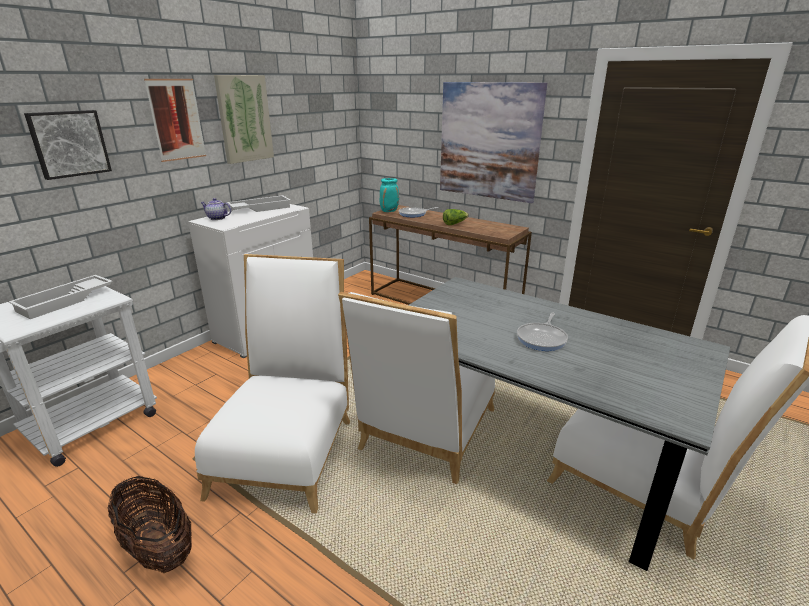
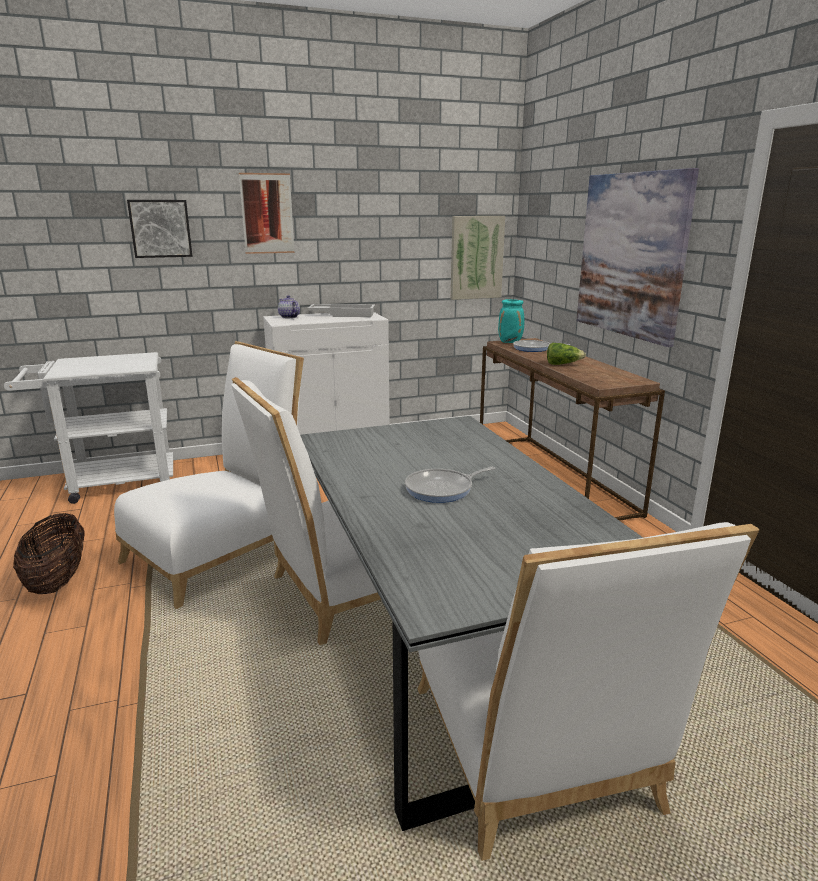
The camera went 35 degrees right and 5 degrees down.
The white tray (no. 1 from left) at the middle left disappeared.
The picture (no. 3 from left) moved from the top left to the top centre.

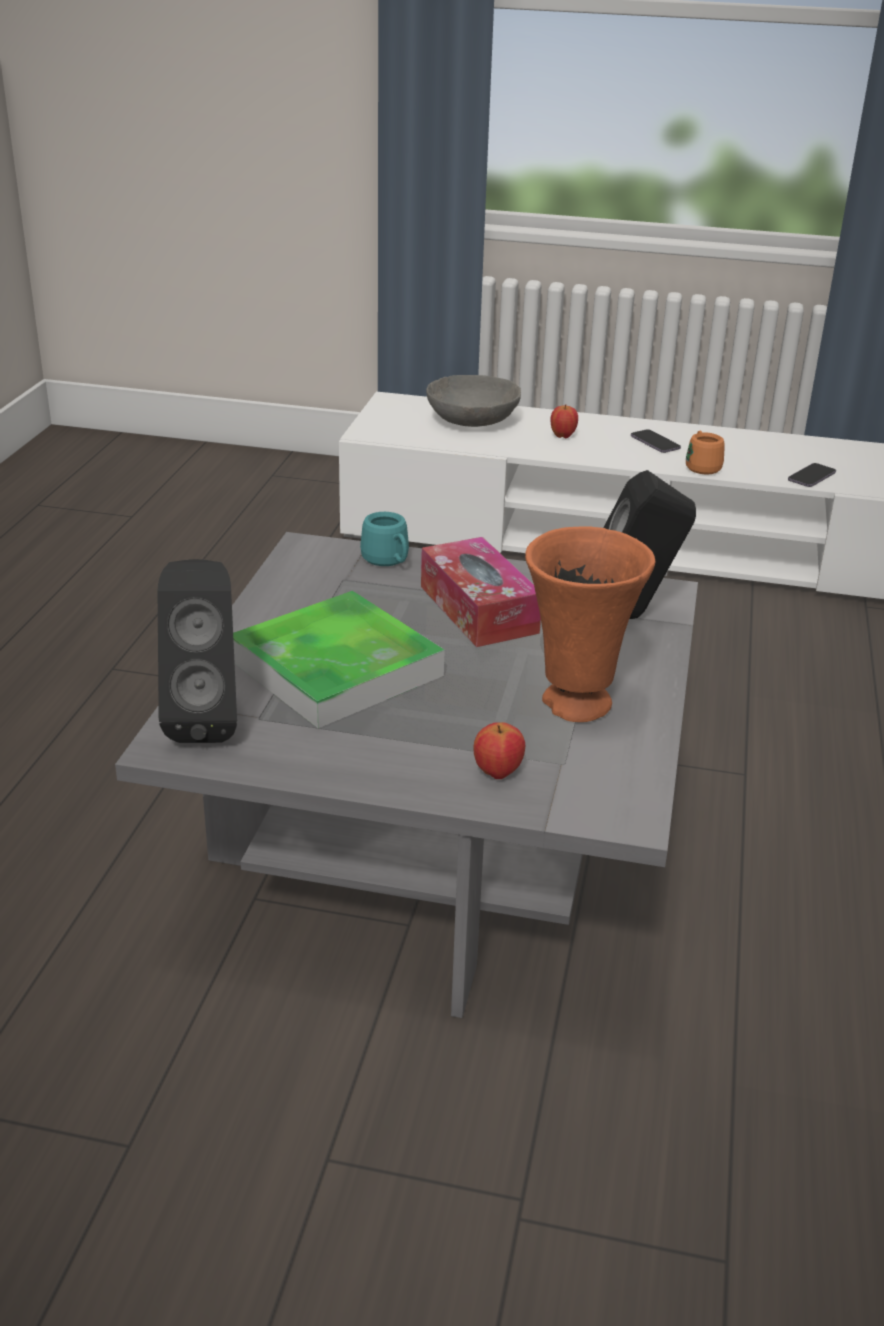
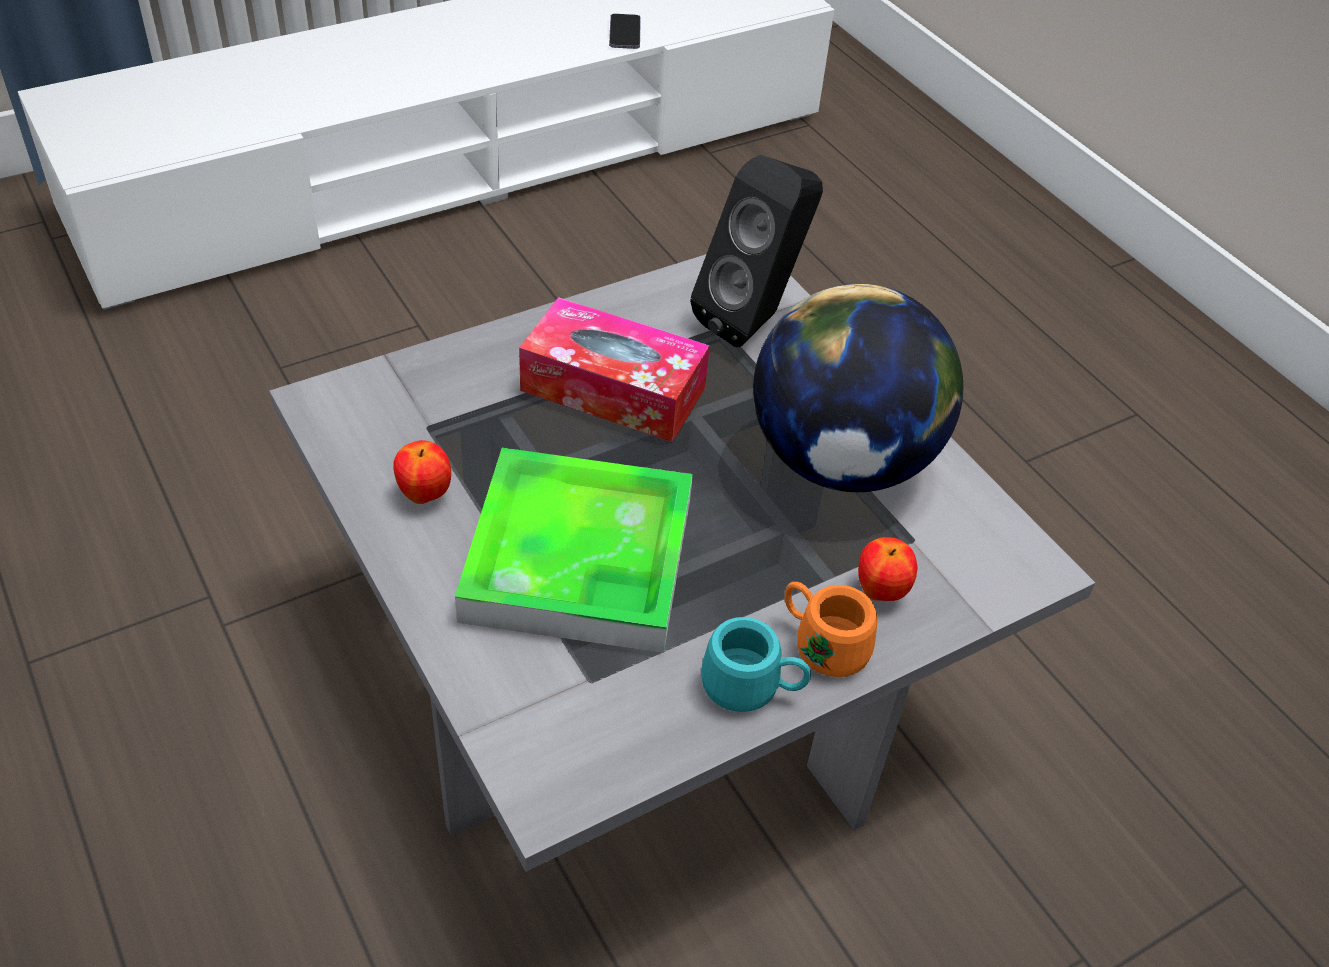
The camera went 45 degrees left and 15 degrees up.
The black speaker (no. 1 from left) at the middle left disappeared.
The grey bowl at the top centre disappeared.
The phone (no. 1 from left) at the top right disappeared.
The turquoise mug moved from the centre to the bottom centre.
The apple (no. 2 from left in the first image) moved from the top centre to the middle left.
The orange mug moved from the middle right to the centre.
The orange vase at the middle right was replaced by the globe at the centre.

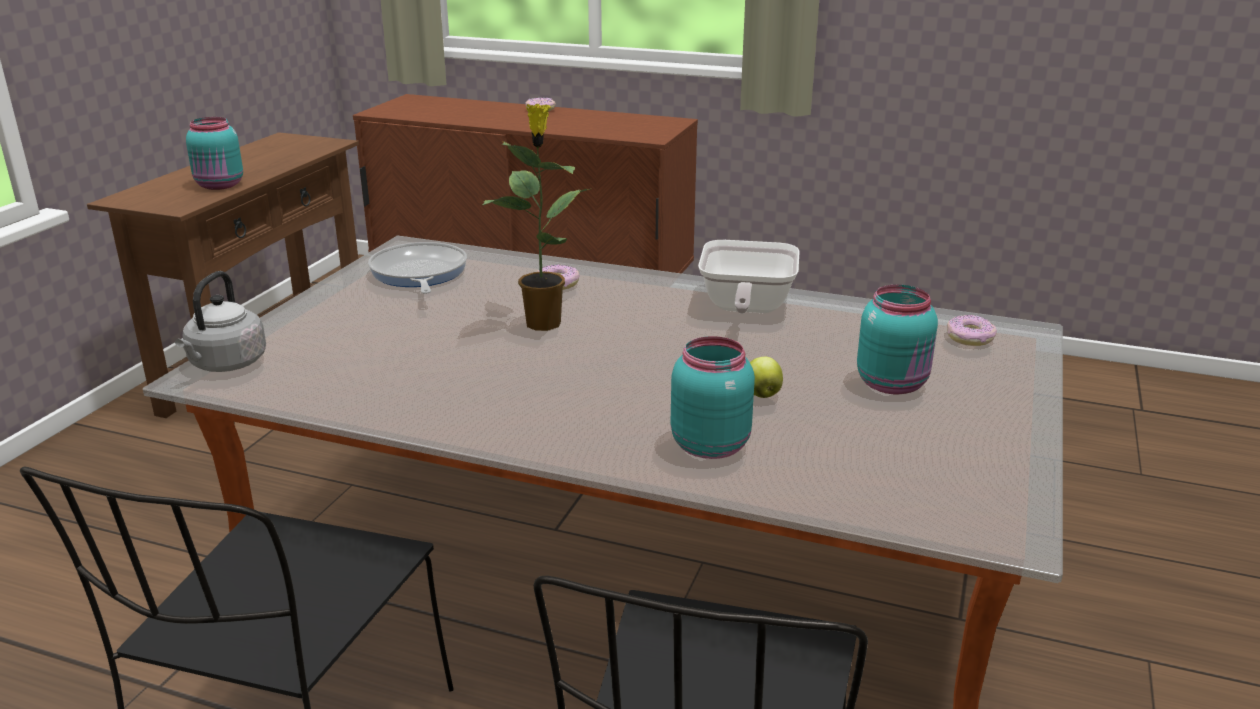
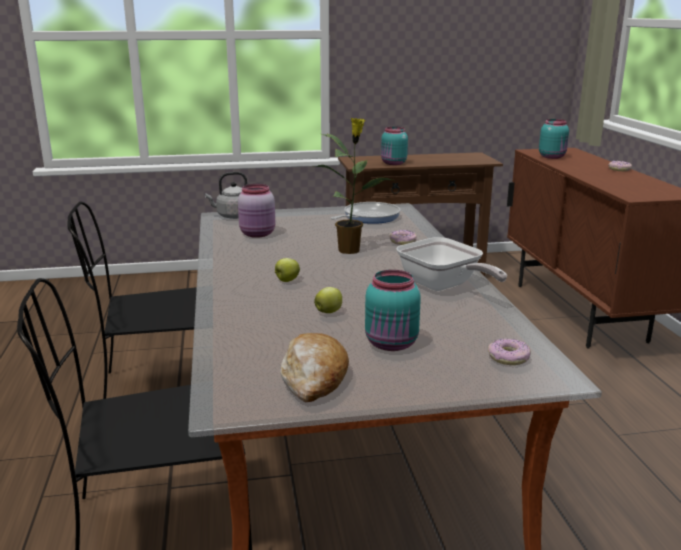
The camera went 60 degrees right and 5 degrees down.
The pink jar at the centre appeared.
The apple (no. 1 from left) at the centre appeared.
The bread at the bottom centre appeared.
The turquoise jar (no. 2 from left in the first image) moved from the centre to the top right.
The frying pan (no. 2 from left) at the centre turned 105 degrees counterclockwise.

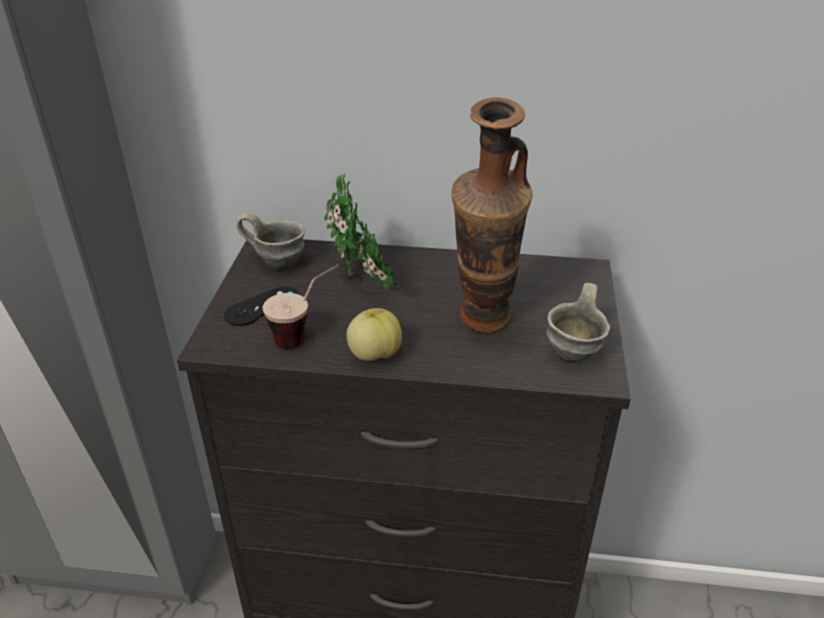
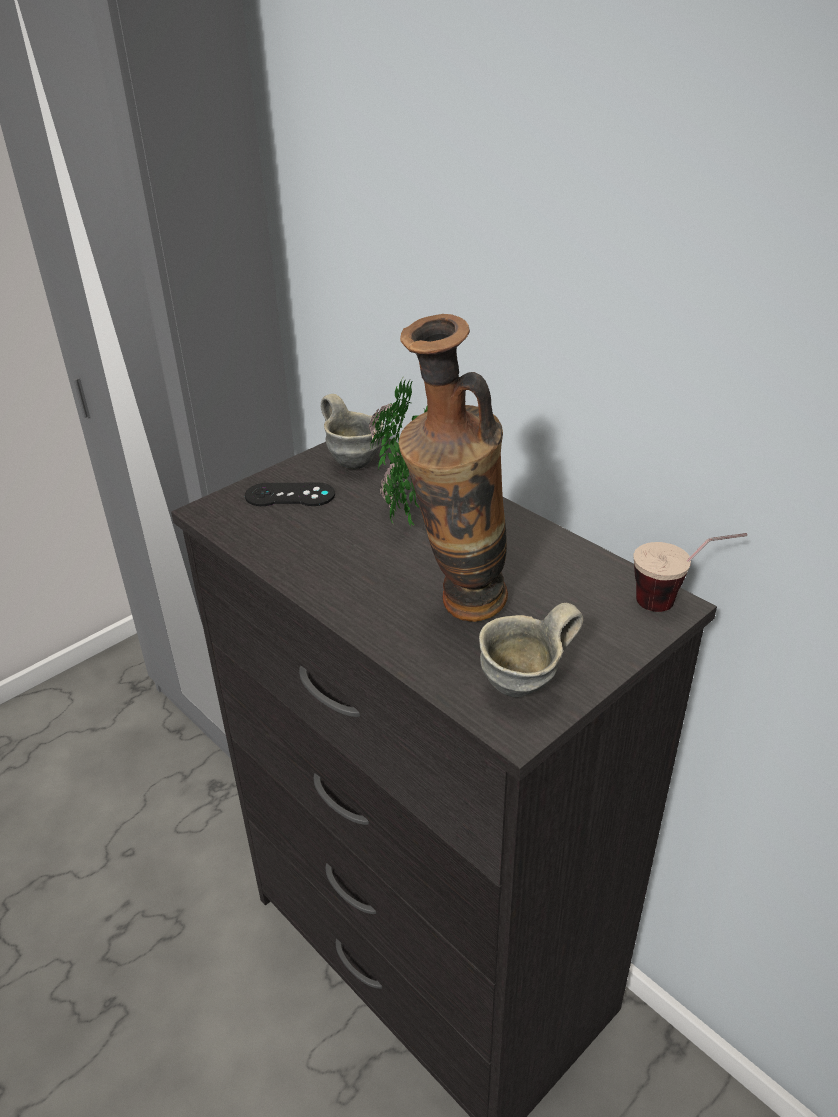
The camera went 40 degrees right and 0 degrees up.
The apple at the centre disappeared.
The cup moved from the centre to the middle right.

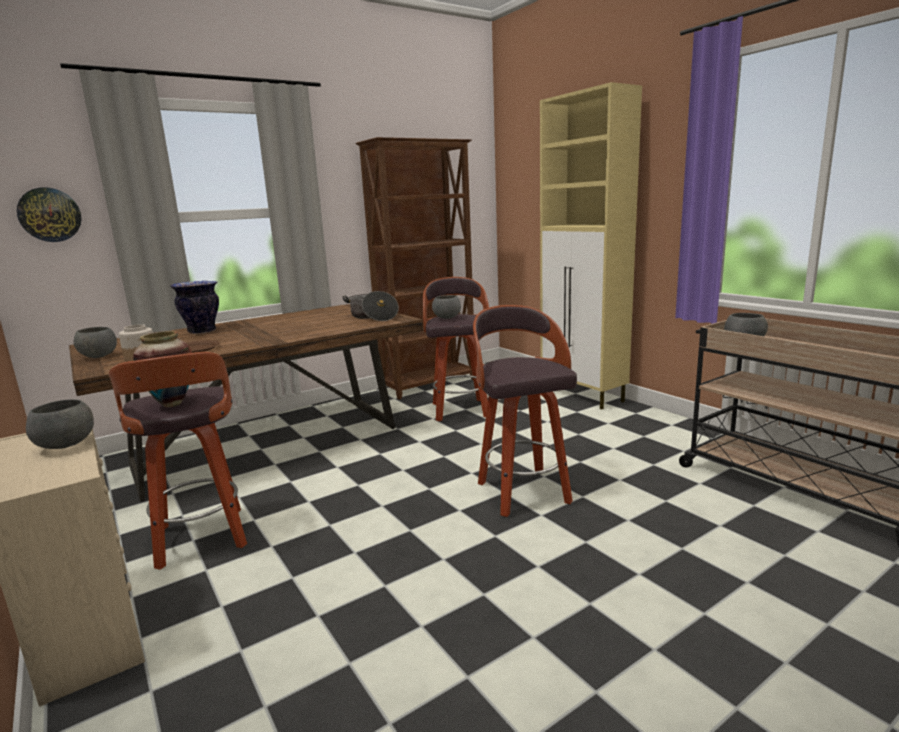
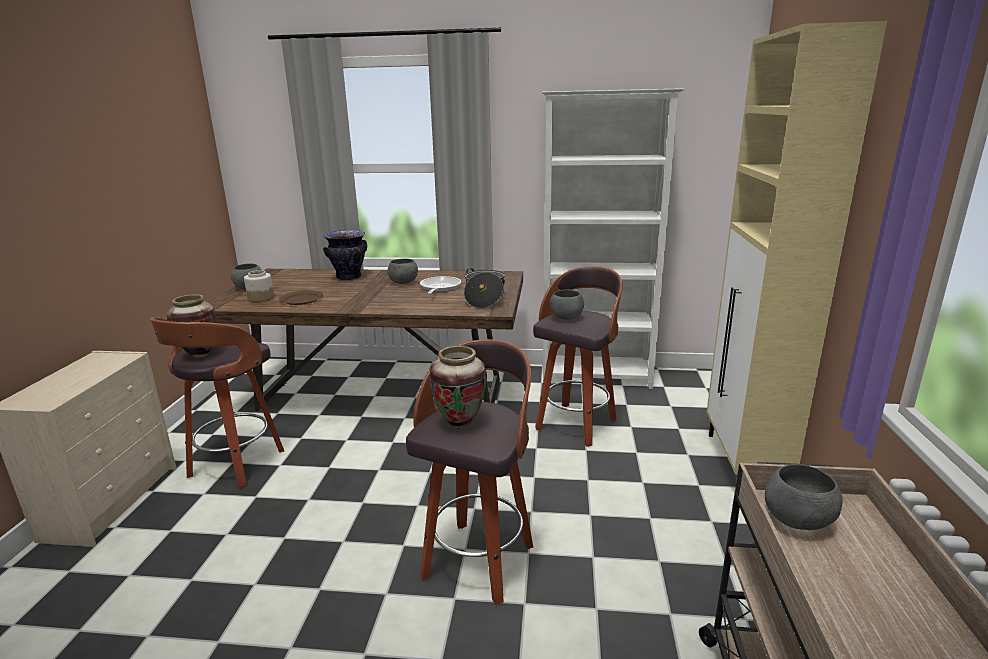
The camera went 40 degrees right and 5 degrees up.
The wall clock at the top left disappeared.
The frying pan at the centre appeared.
The vase (no. 3 from left) at the centre appeared.
The grey bowl (no. 1 from left in the first image) moved from the middle left to the centre.
The brown bookcase at the centre became the white bookcase at the centre.

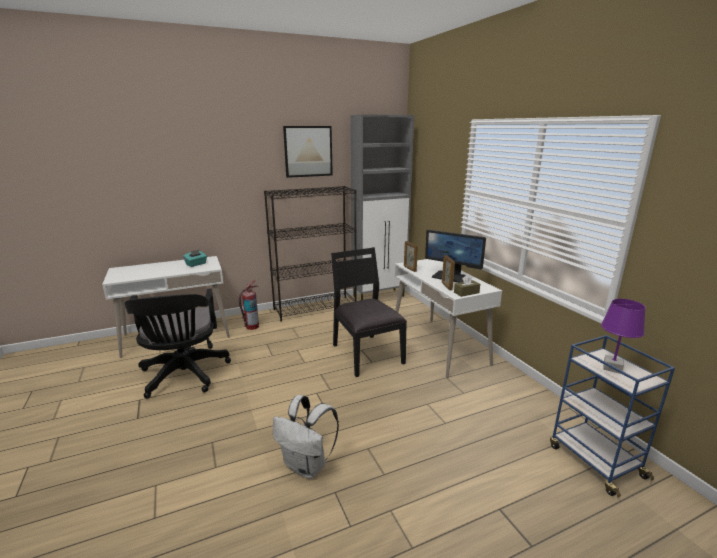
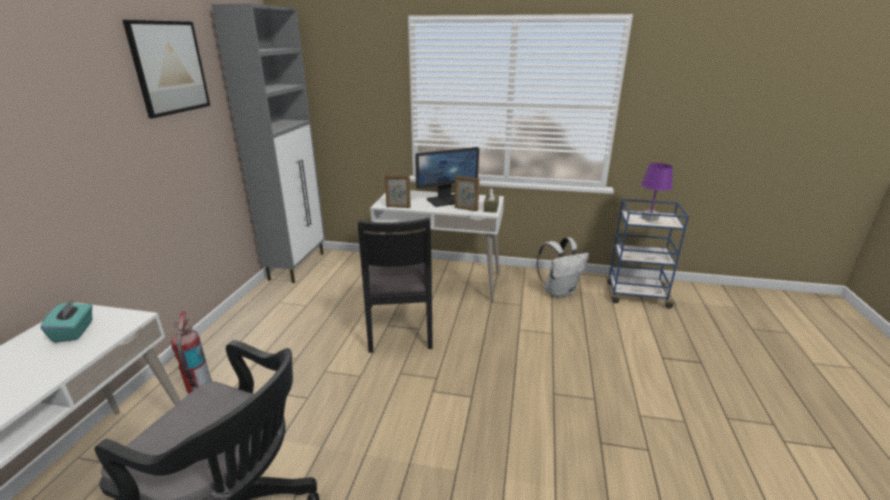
The camera went 55 degrees left and 5 degrees up.
The black bookcase at the centre disappeared.
The white backpack moved from the bottom centre to the centre.
The black chair at the centre turned 105 degrees counterclockwise.

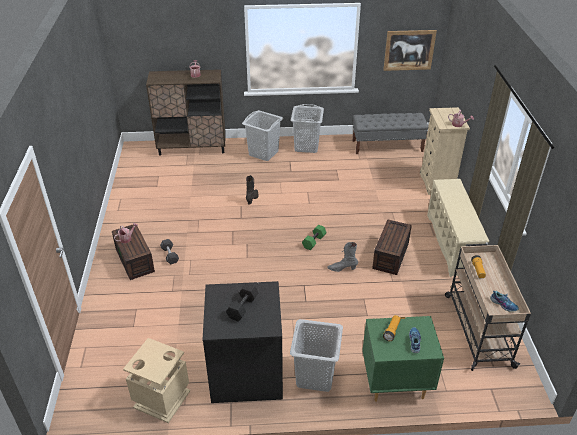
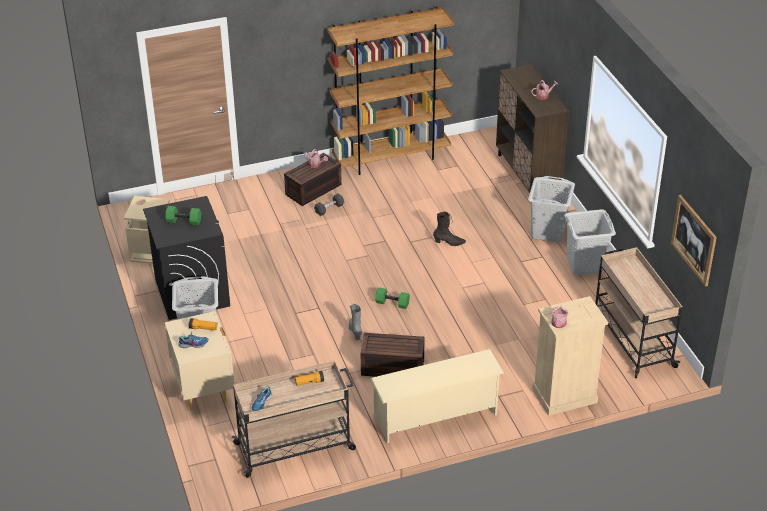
The camera went 75 degrees right and 0 degrees up.
The brown bookcase at the top centre appeared.
The grey bench at the top right was replaced by the beige cart (no. 2 from left) at the middle right.
The black dumbbell (no. 2 from left) at the bottom centre became the green dumbbell (no. 1 from left) at the middle left.
The green nightstand at the bottom right became the beige nightstand at the bottom left.

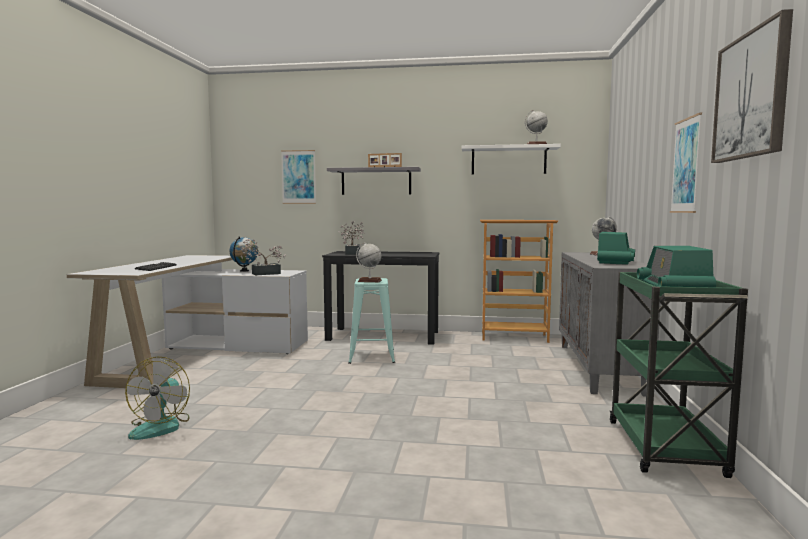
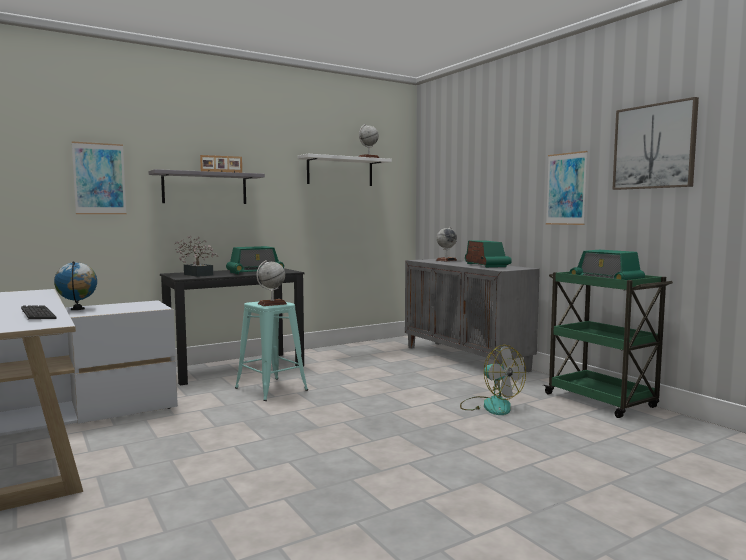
The camera went 40 degrees left and 0 degrees up.
The potted plant (no. 1 from left) at the middle left disappeared.
The bookcase at the centre disappeared.
The radio (no. 1 from left) at the centre appeared.
The fan moved from the bottom left to the bottom centre.

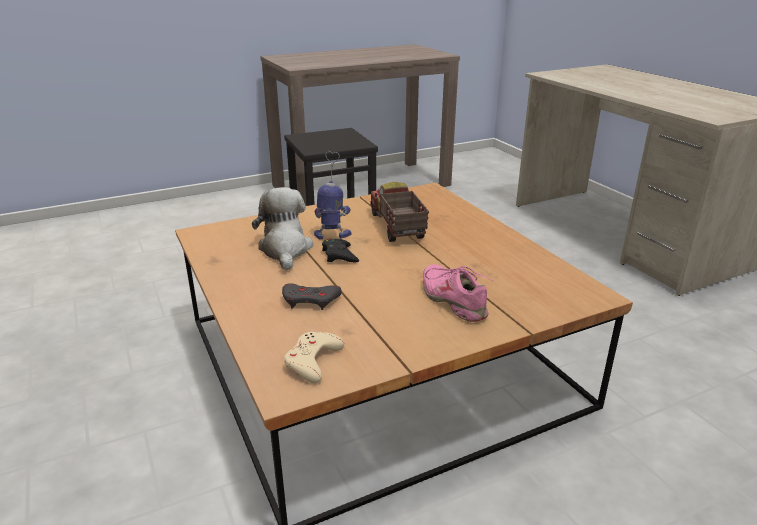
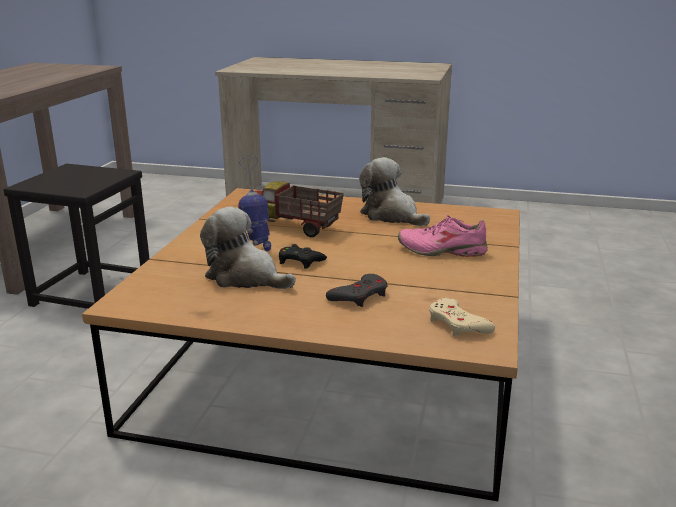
The camera went 50 degrees left and 5 degrees down.
The plush toy (no. 2 from left) at the centre appeared.

